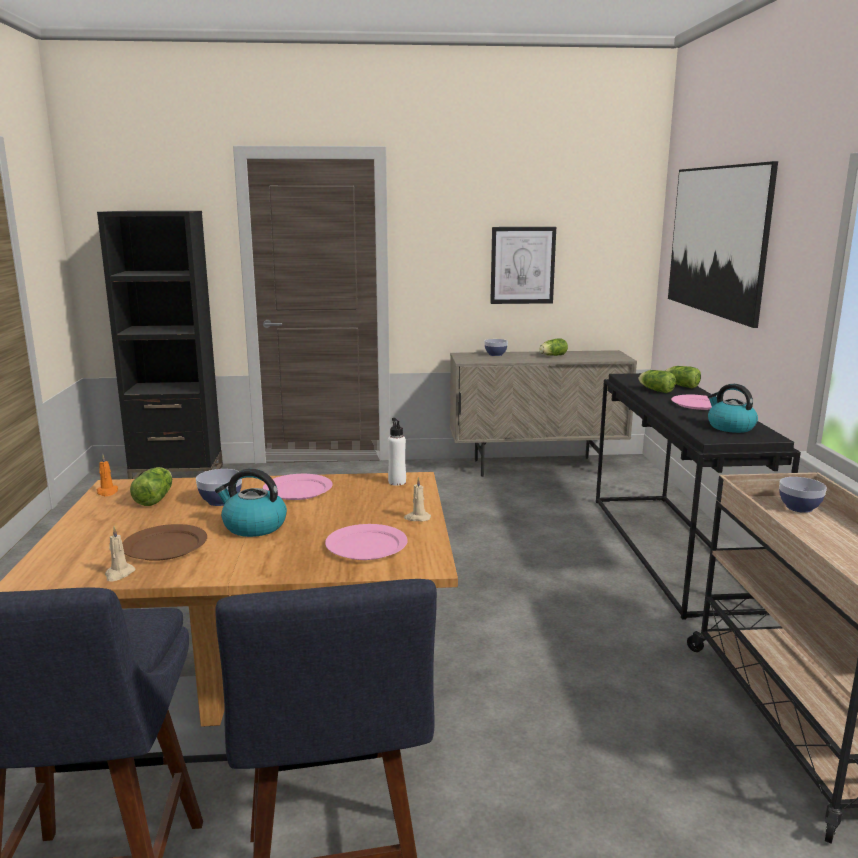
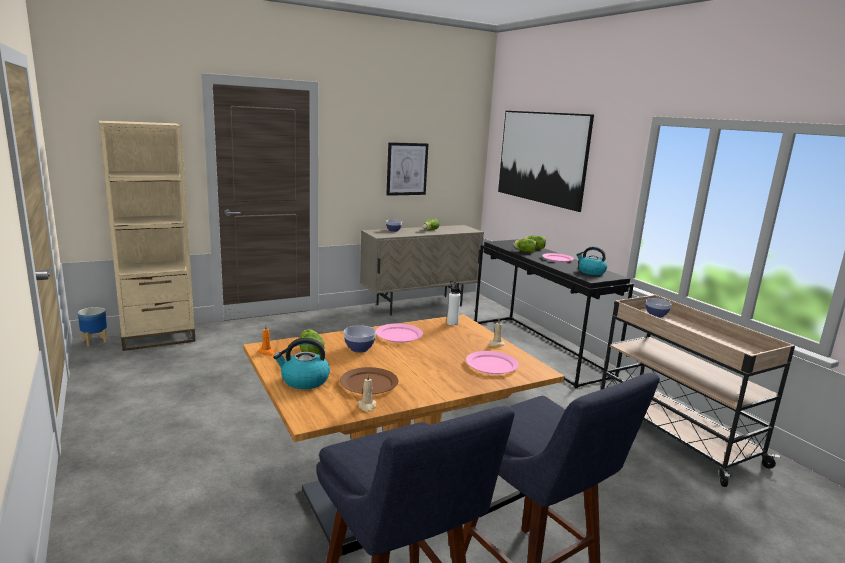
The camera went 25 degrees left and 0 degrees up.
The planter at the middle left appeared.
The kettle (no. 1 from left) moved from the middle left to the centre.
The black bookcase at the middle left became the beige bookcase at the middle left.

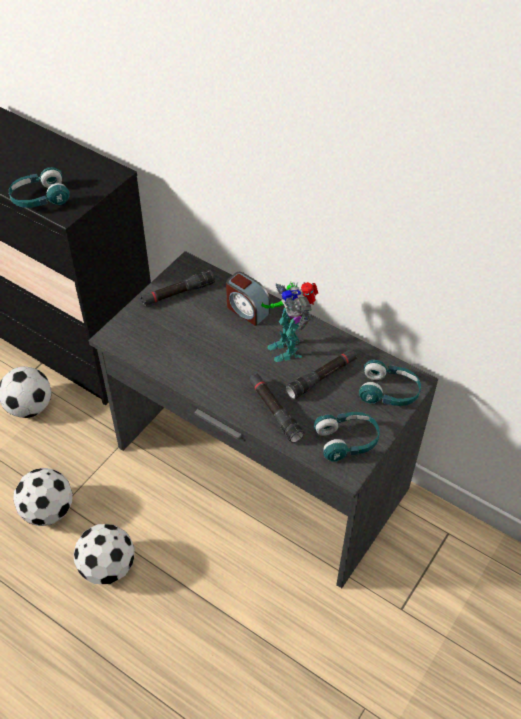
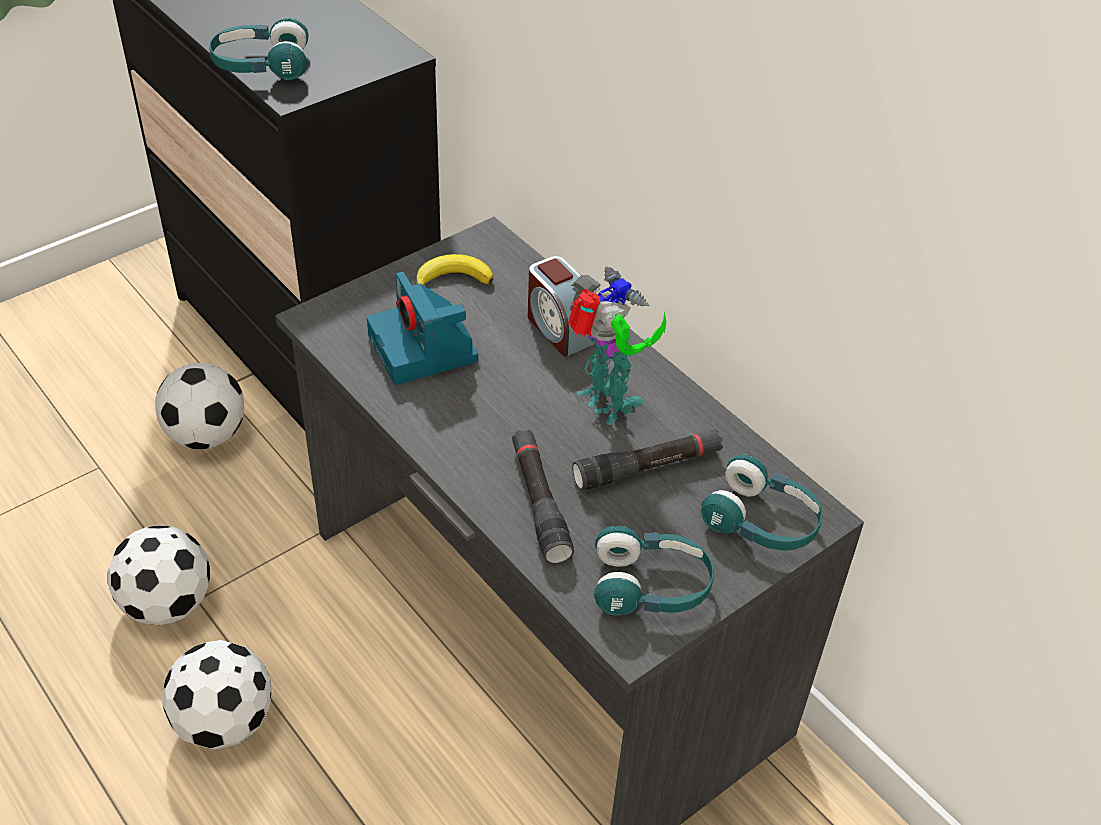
The camera went 15 degrees right and 5 degrees down.
The photo camera at the centre appeared.
The black flashlight (no. 1 from left) at the centre was replaced by the banana at the top centre.
The toy robot at the centre turned 150 degrees clockwise.

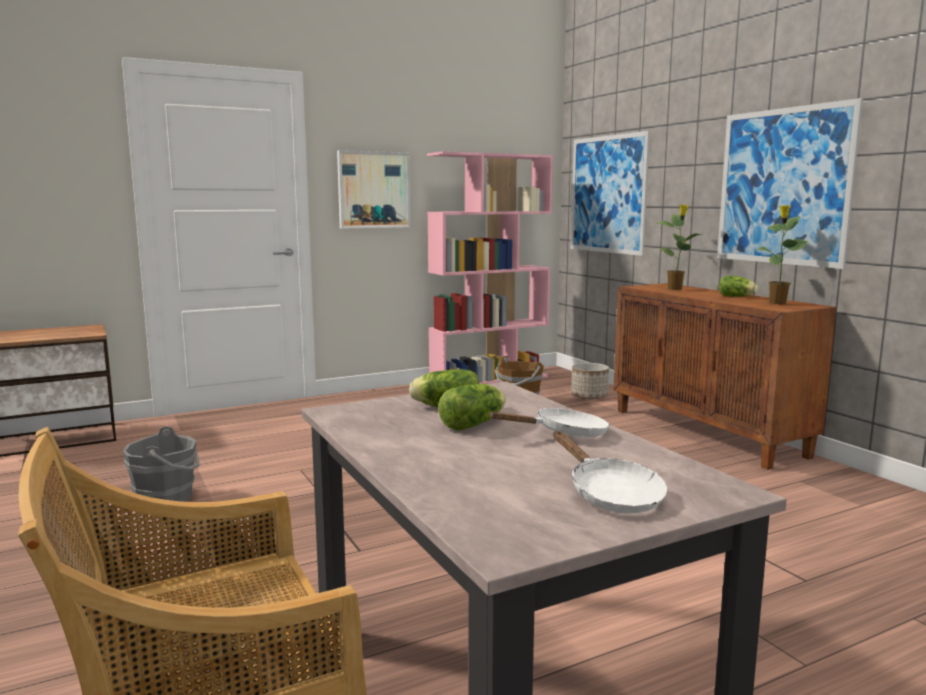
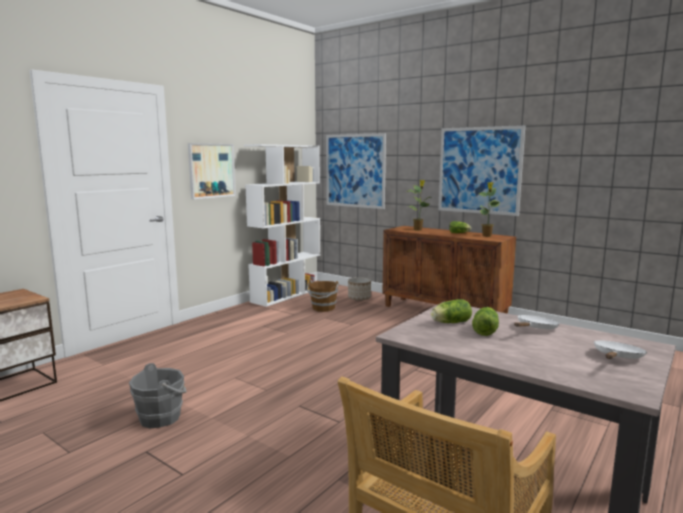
The camera went 25 degrees left and 0 degrees up.
The pink bookcase at the centre became the white bookcase at the centre.
The white frying pan (no. 2 from left) at the bottom centre turned 90 degrees counterclockwise.

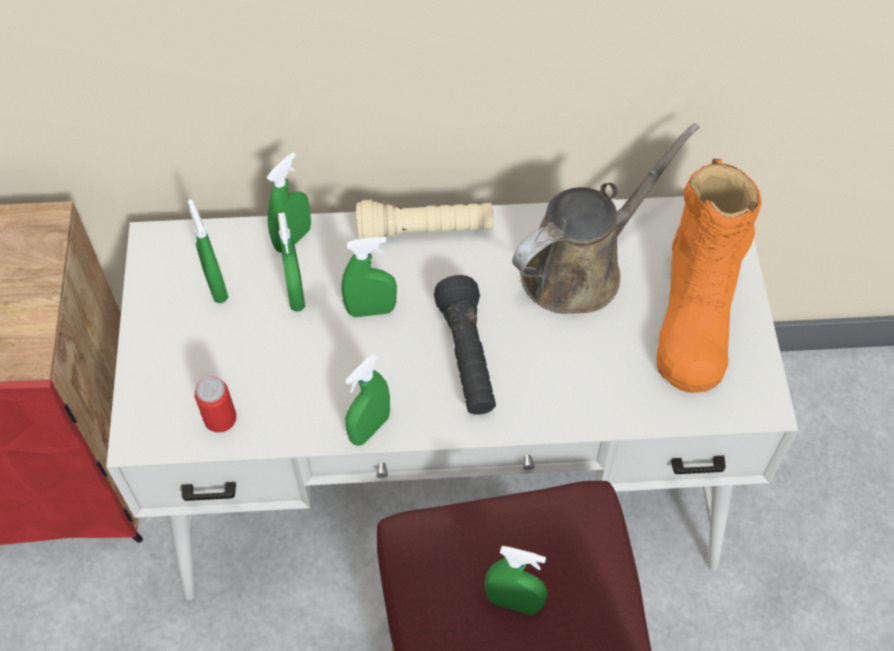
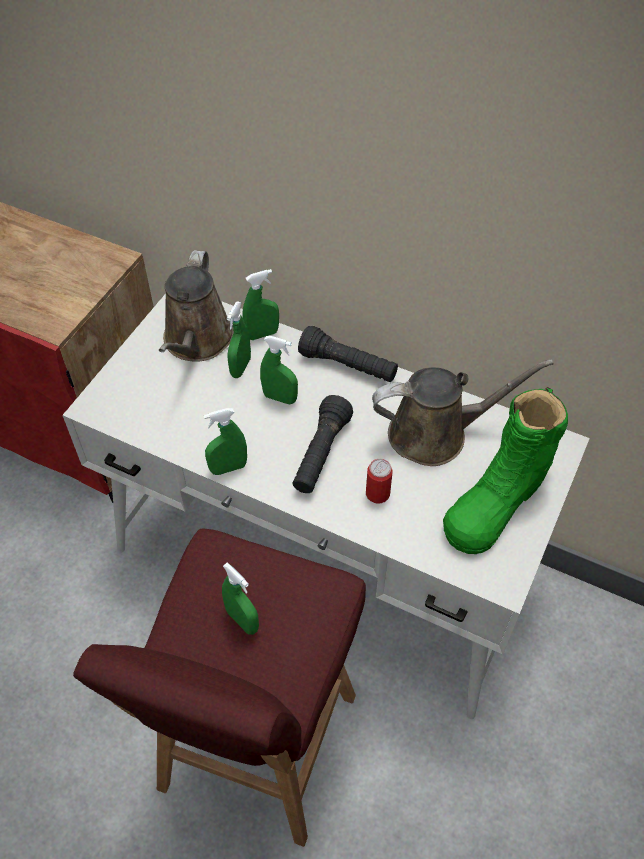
The camera went 30 degrees right and 5 degrees down.
The can moved from the middle left to the centre.
The green spray bottle (no. 1 from left) at the middle left was replaced by the brown watering can (no. 1 from left) at the middle left.
The beige flashlight at the centre became the black flashlight (no. 2 from left) at the centre.
The orange boot at the middle right became the green boot at the middle right.

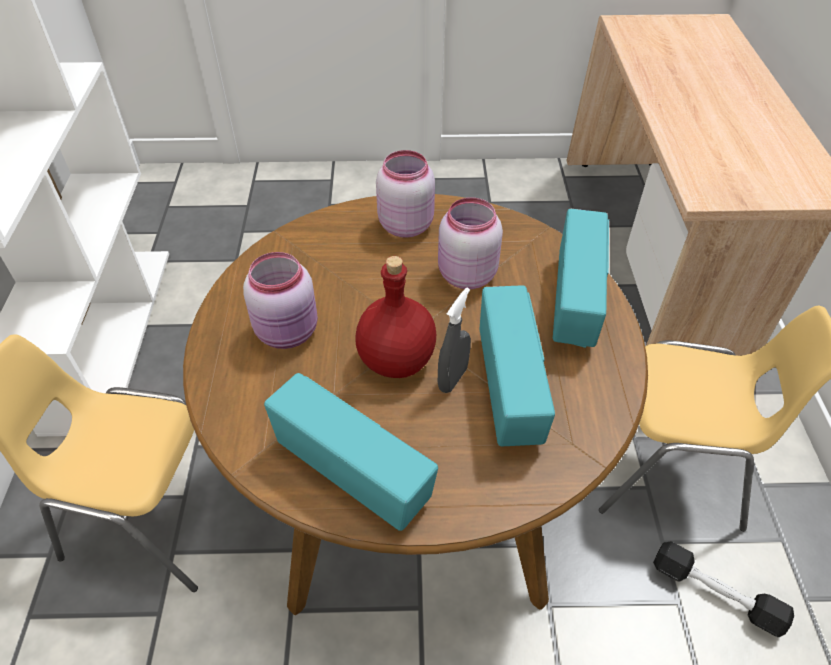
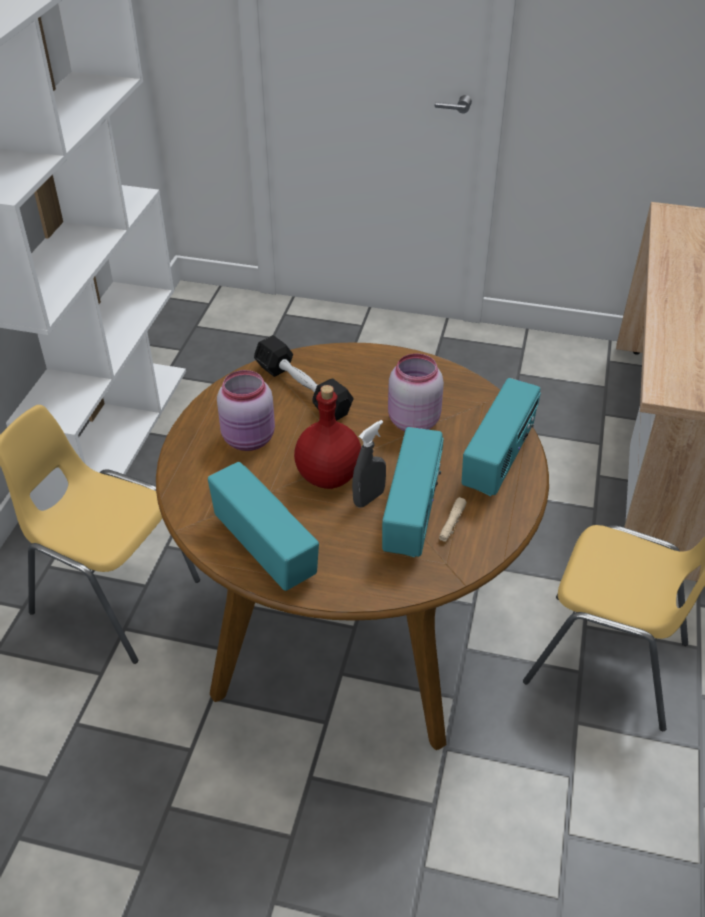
The camera went 15 degrees right and 5 degrees down.
The pink jar (no. 2 from left) at the top centre disappeared.
The beige flashlight at the centre appeared.
The black dumbbell moved from the bottom right to the centre.

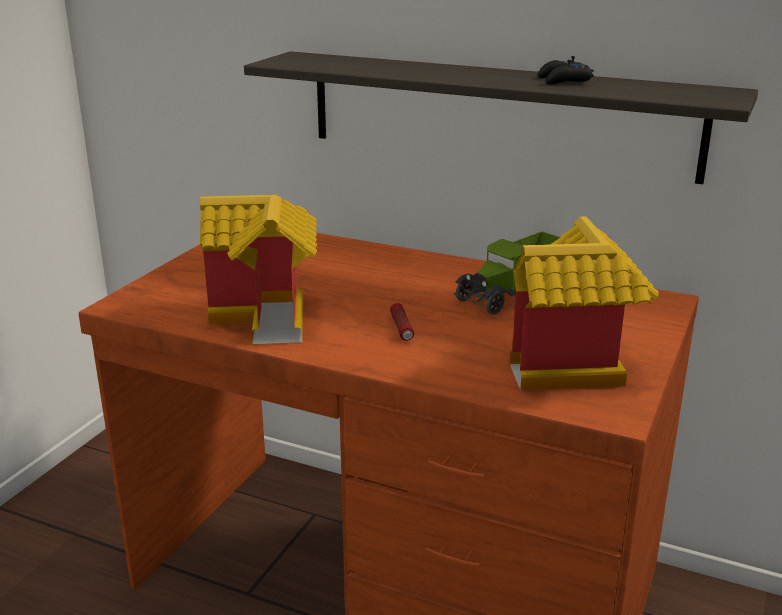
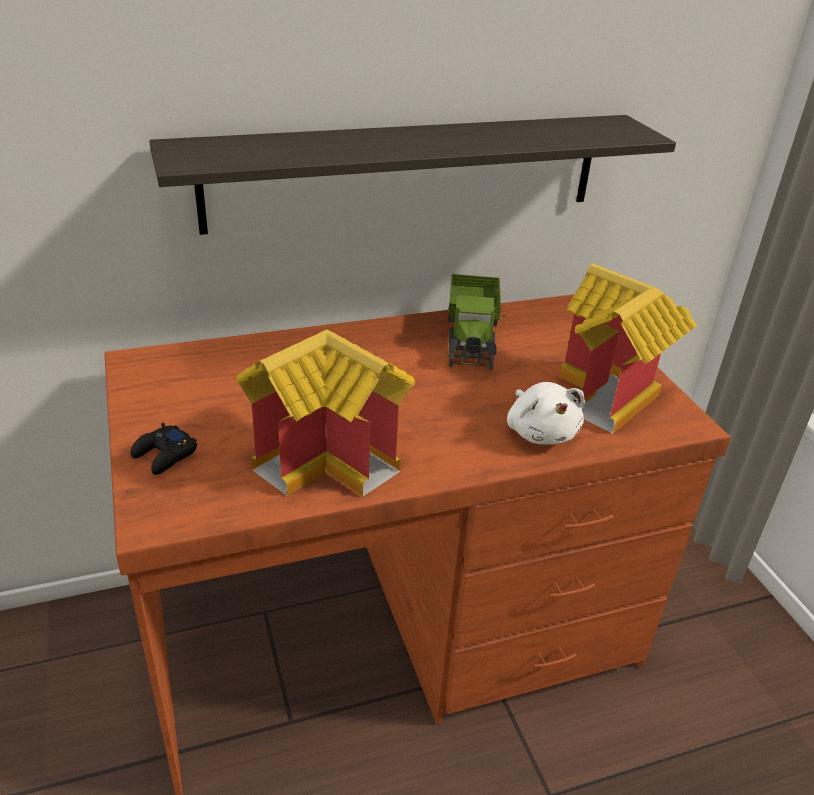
The camera went 45 degrees left and 10 degrees up.
The flashlight at the centre disappeared.
The white plush toy at the middle right appeared.
The black game controller moved from the top right to the middle left.

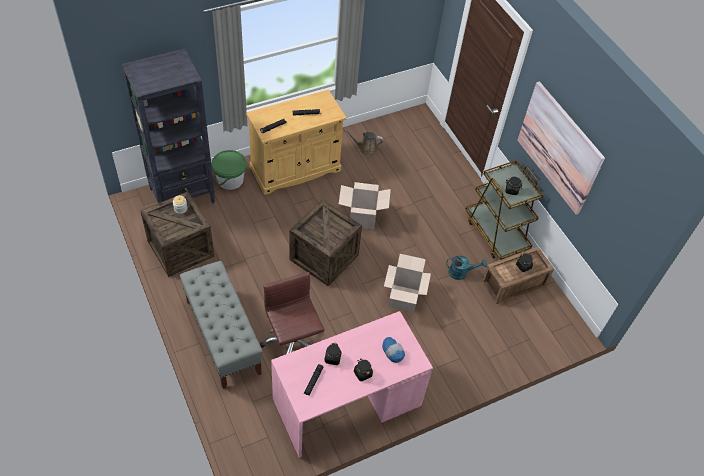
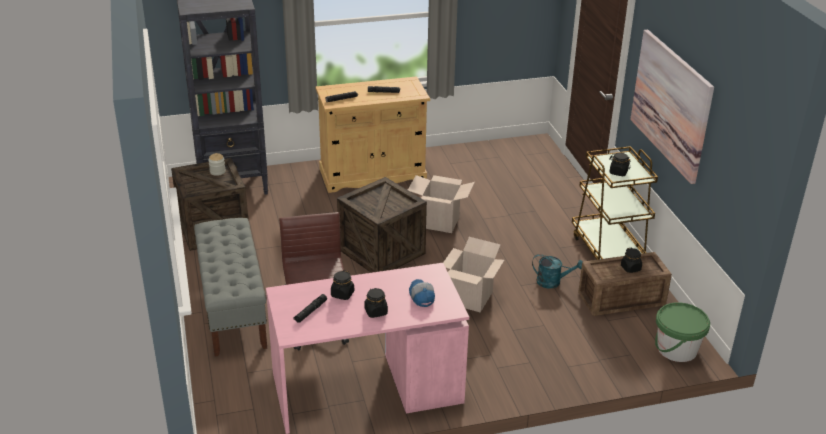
The camera went 15 degrees right and 20 degrees down.
The brown watering can at the top centre disappeared.
The green bucket moved from the middle left to the bottom right.

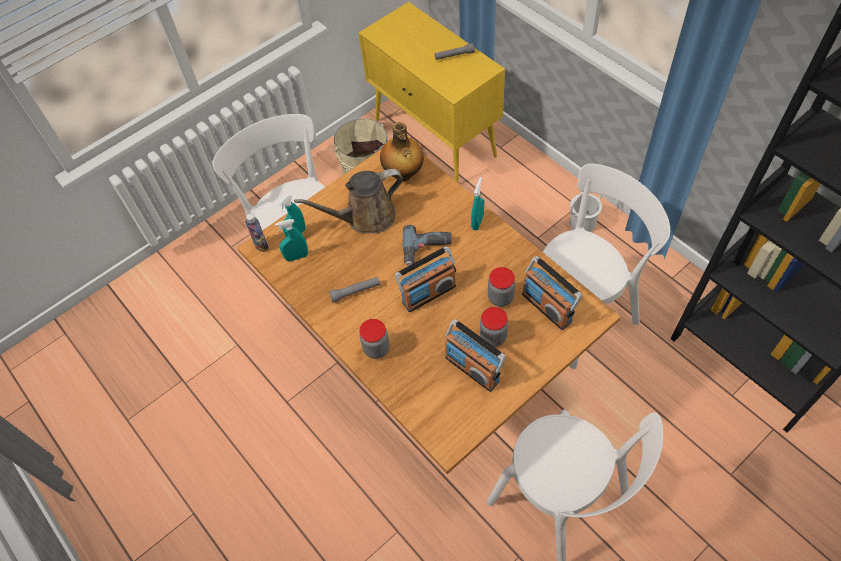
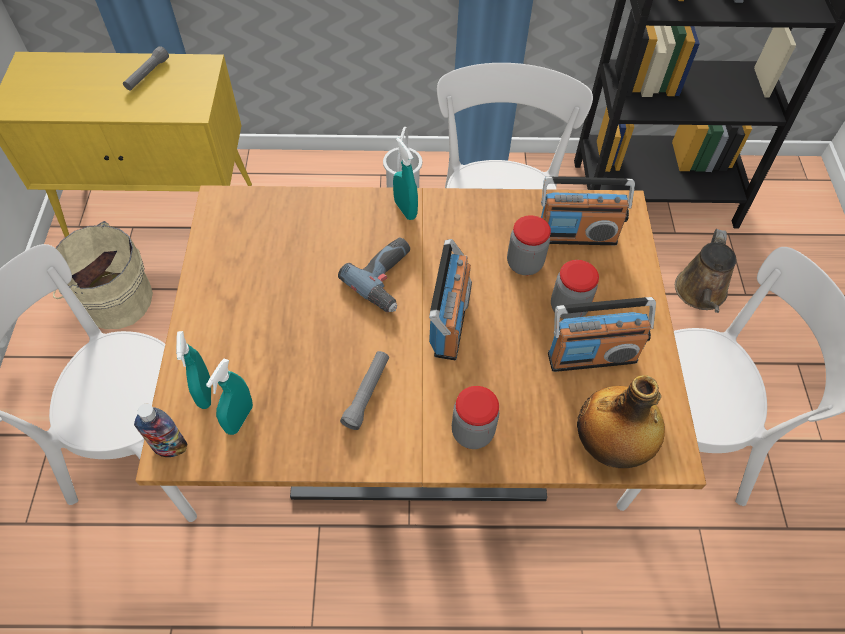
The camera went 55 degrees left and 0 degrees up.
The brown watering can moved from the centre to the middle right.
The bottle (no. 2 from left) moved from the top centre to the middle right.

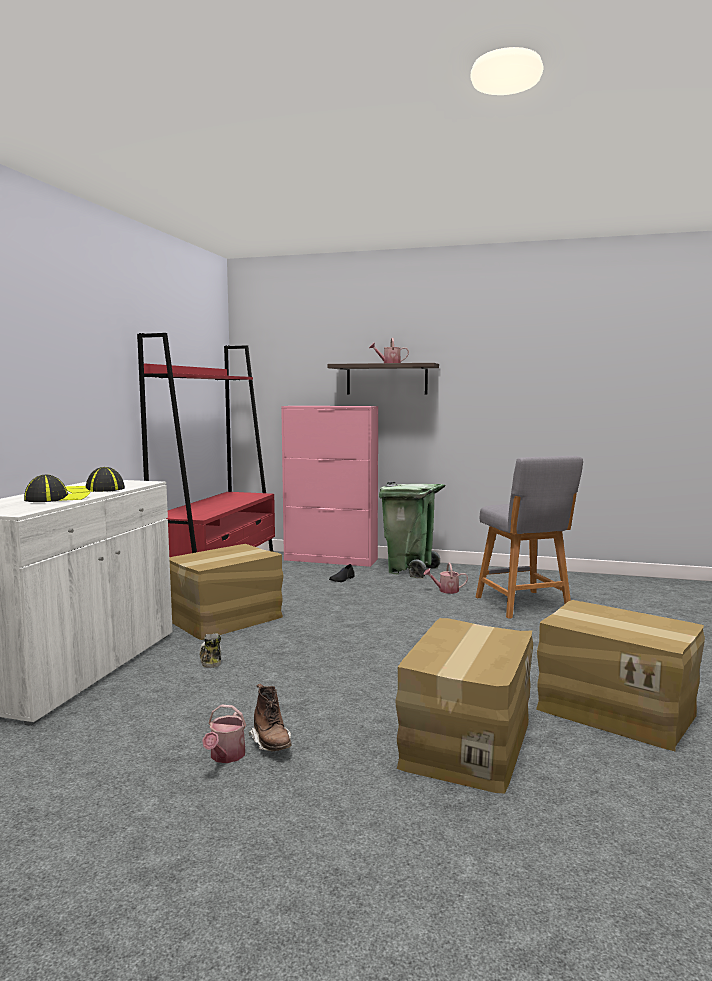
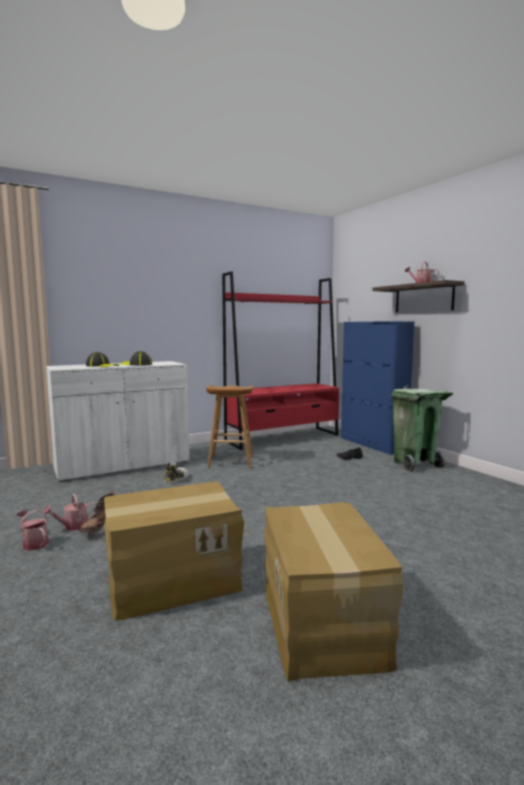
The camera went 45 degrees right and 0 degrees up.
The grey stool at the middle right disappeared.
The watering can (no. 3 from left in the first image) moved from the centre to the bottom left.
The cardboard box (no. 1 from left) at the middle left was replaced by the brown stool at the centre.
The pink cabinet at the centre became the blue cabinet at the middle right.

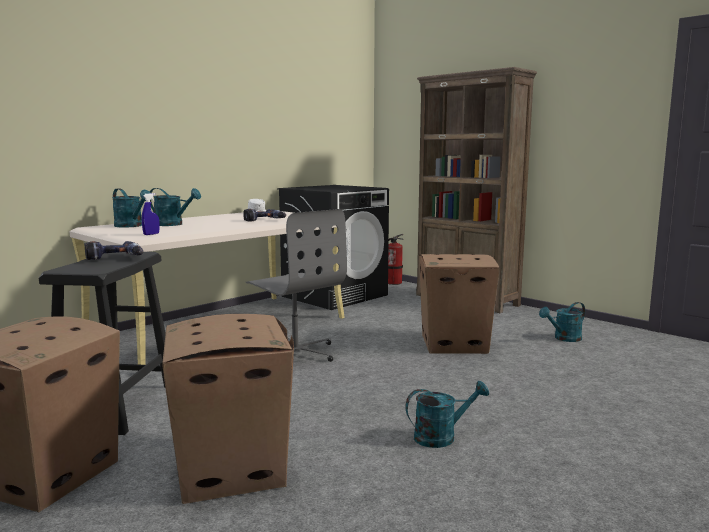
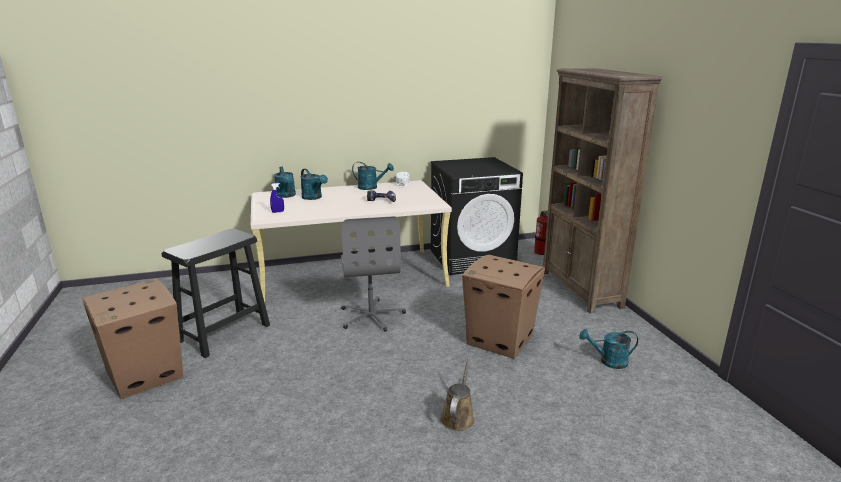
The camera went 30 degrees right and 10 degrees up.
The power drill (no. 1 from left) at the middle left disappeared.
The cardboard box (no. 2 from left) at the bottom left disappeared.
The brown watering can at the bottom centre appeared.
The turquoise watering can (no. 3 from left) moved from the bottom centre to the centre.

